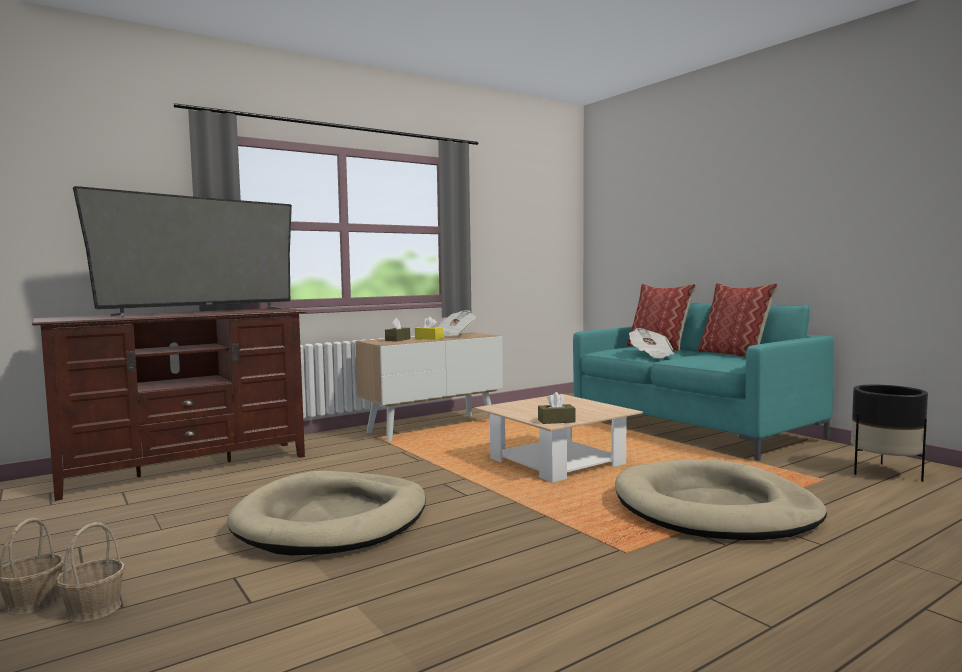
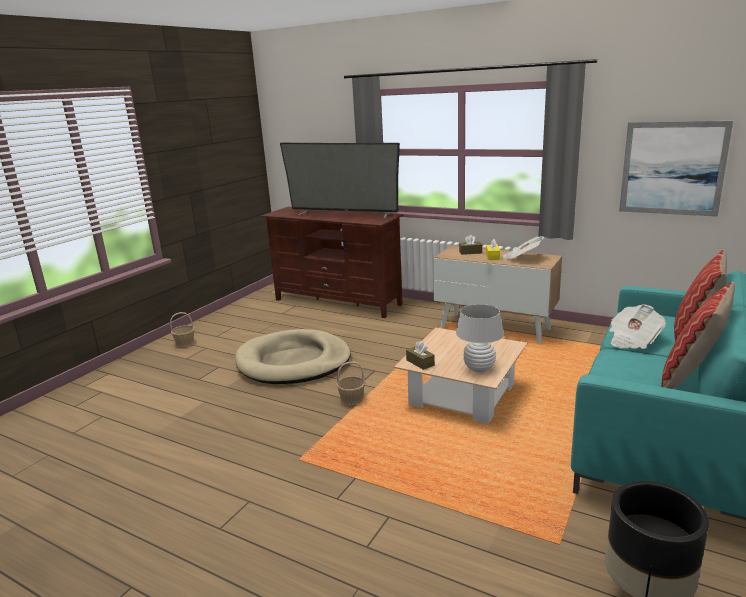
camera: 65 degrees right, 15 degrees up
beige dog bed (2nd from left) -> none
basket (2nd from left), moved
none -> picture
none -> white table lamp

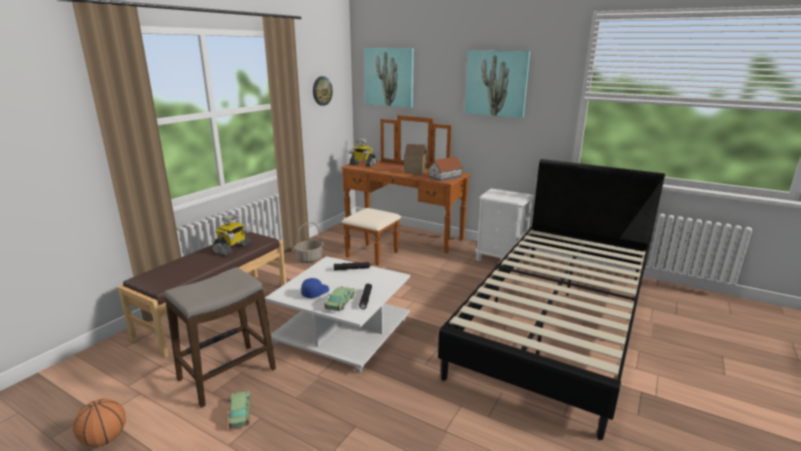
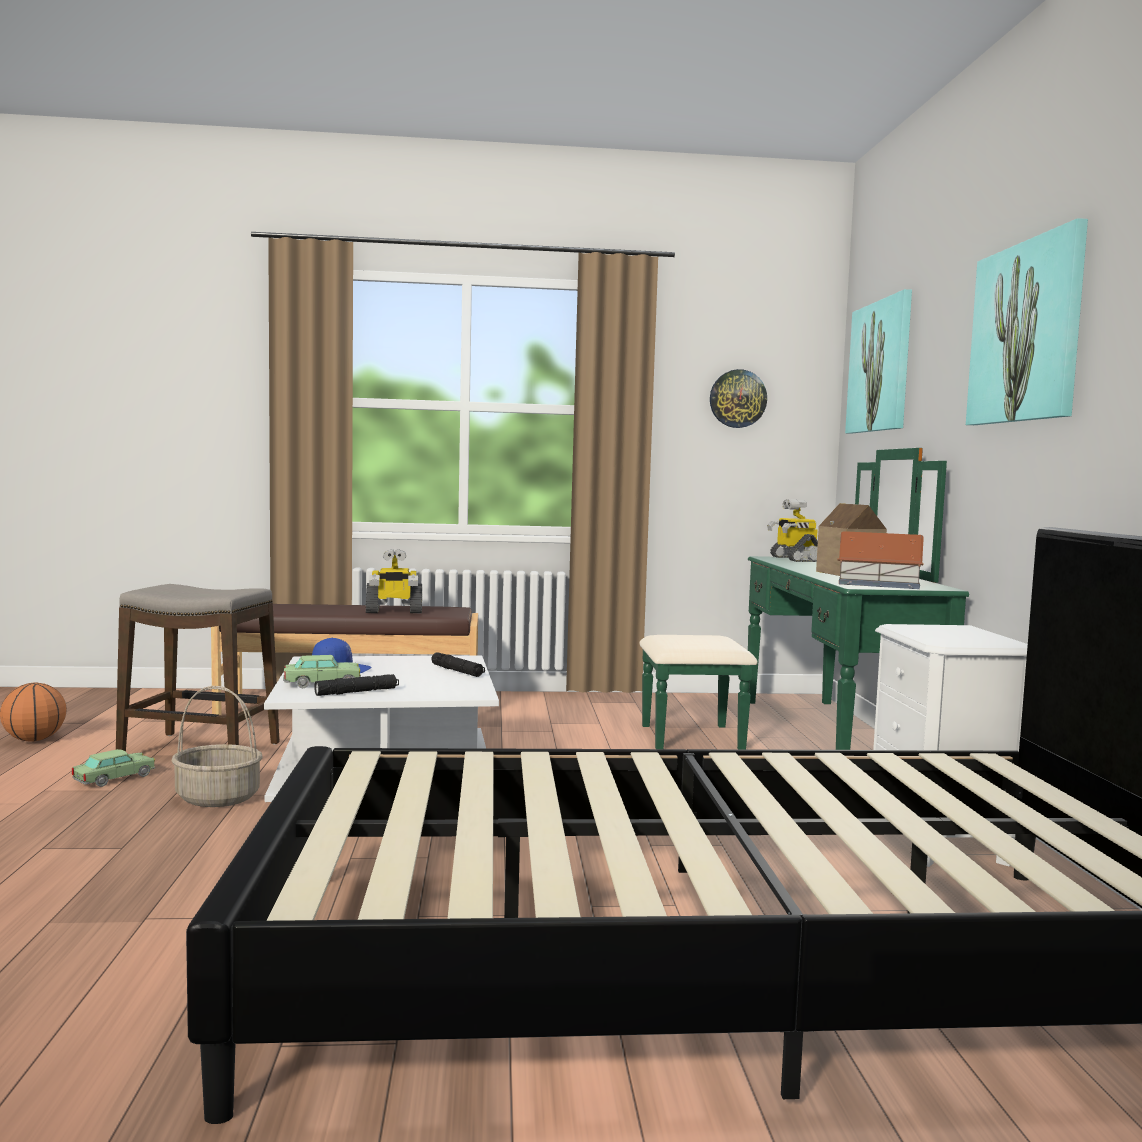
camera: 55 degrees right, 15 degrees down
brown dresser -> green dresser
basket, moved

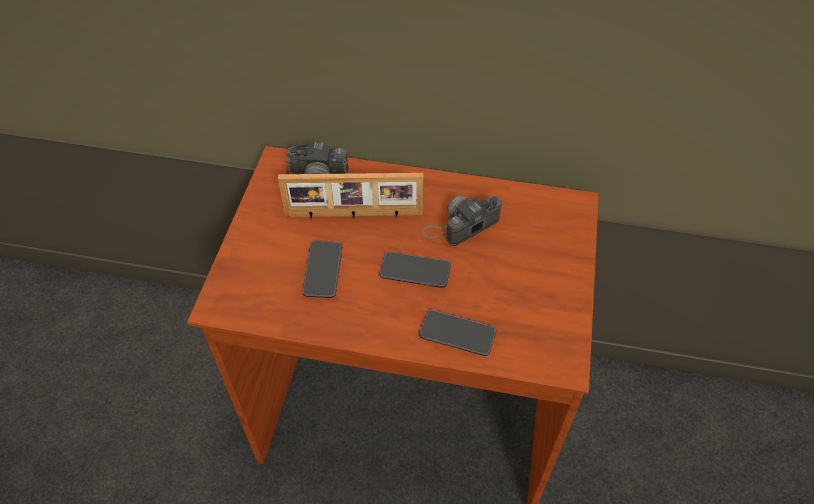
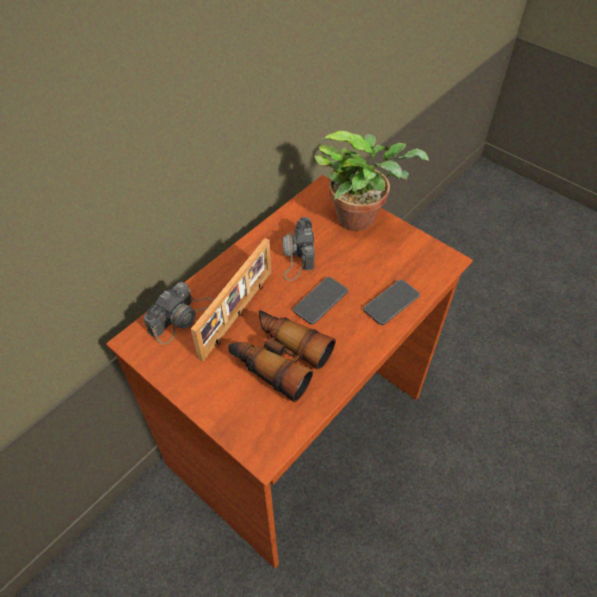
camera: 60 degrees left, 0 degrees up
phone (1st from left) -> binoculars
none -> potted plant

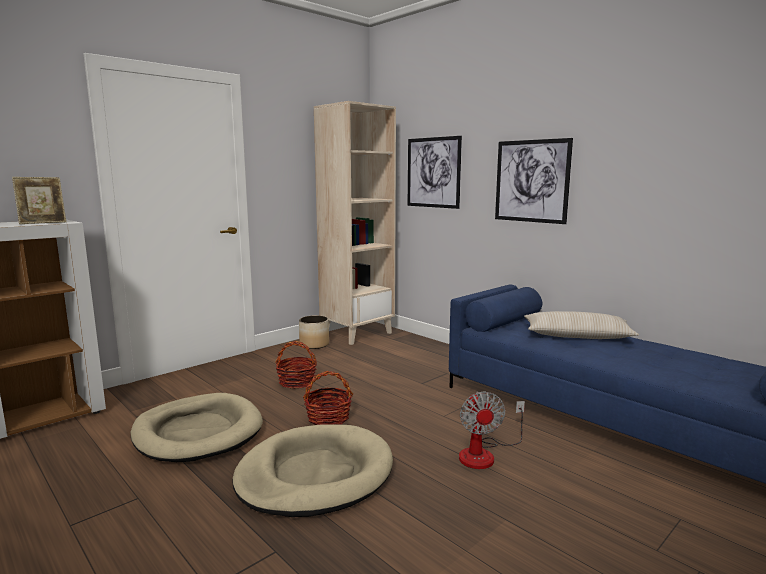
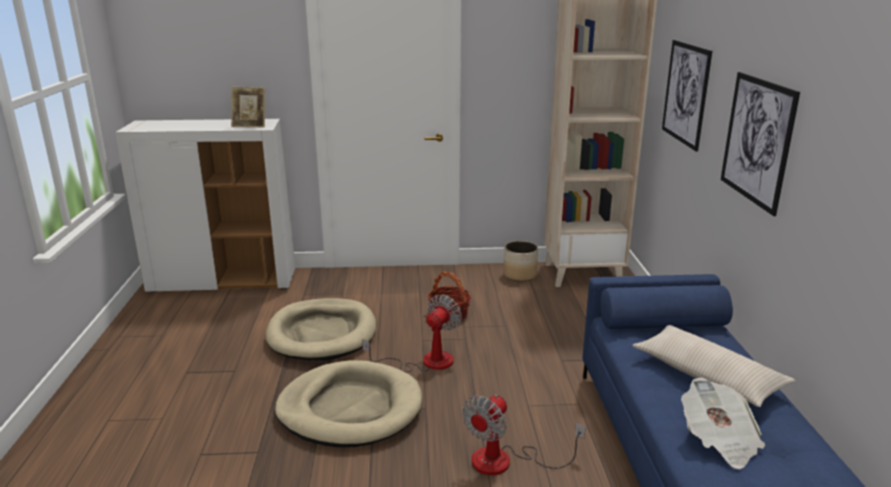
camera: 40 degrees right, 10 degrees up
basket (2nd from left) -> fan (1st from left)
none -> newspaper

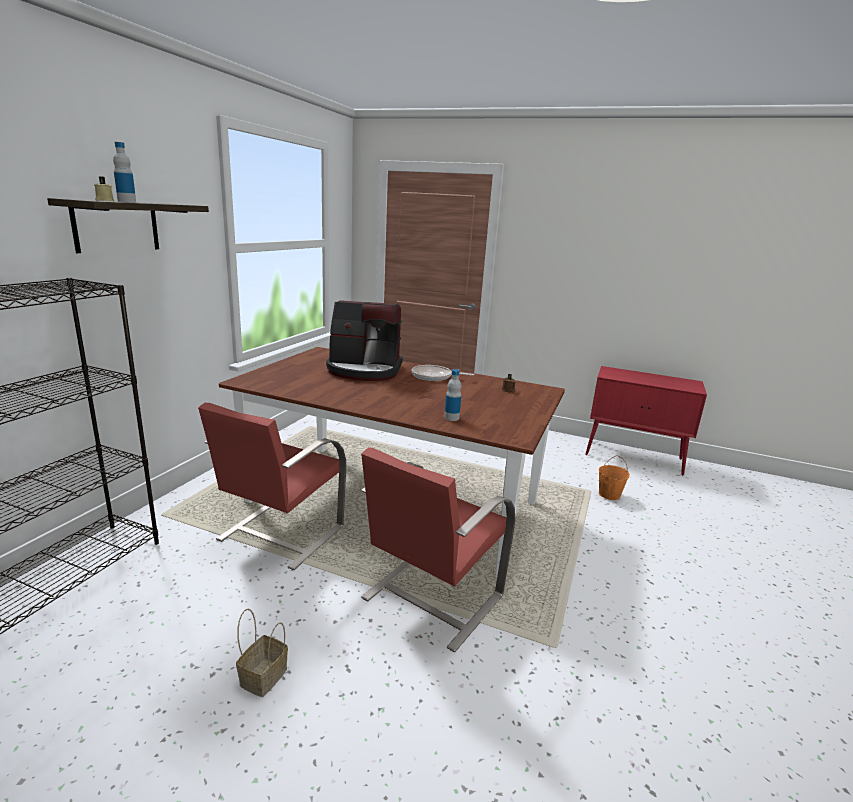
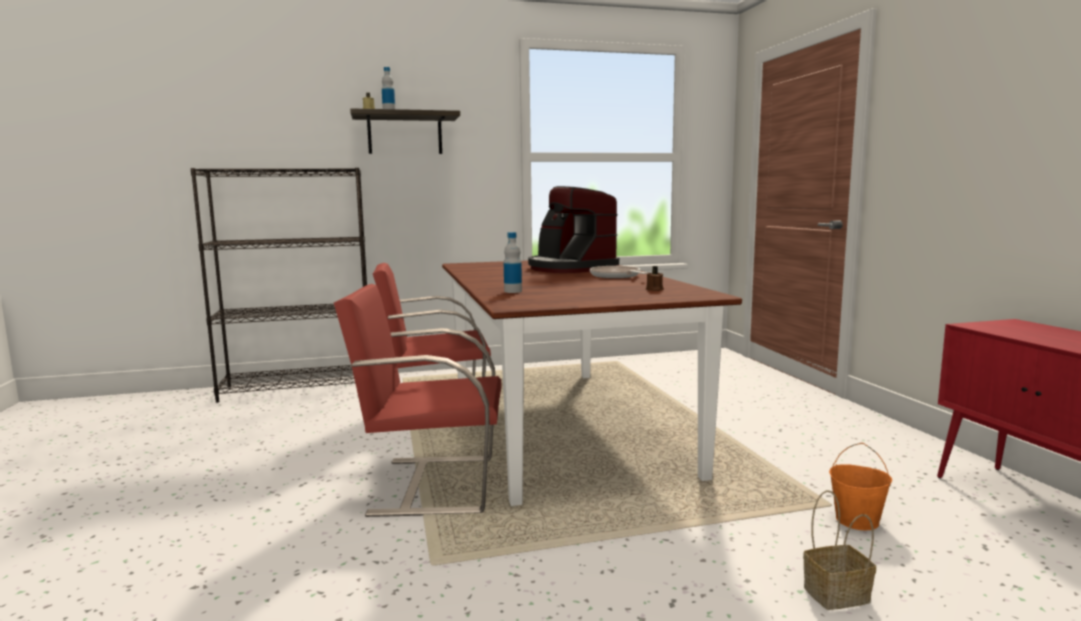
camera: 55 degrees right, 10 degrees down
basket, moved

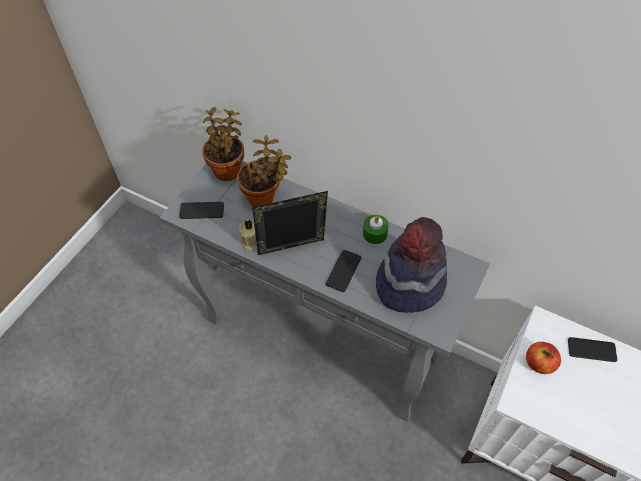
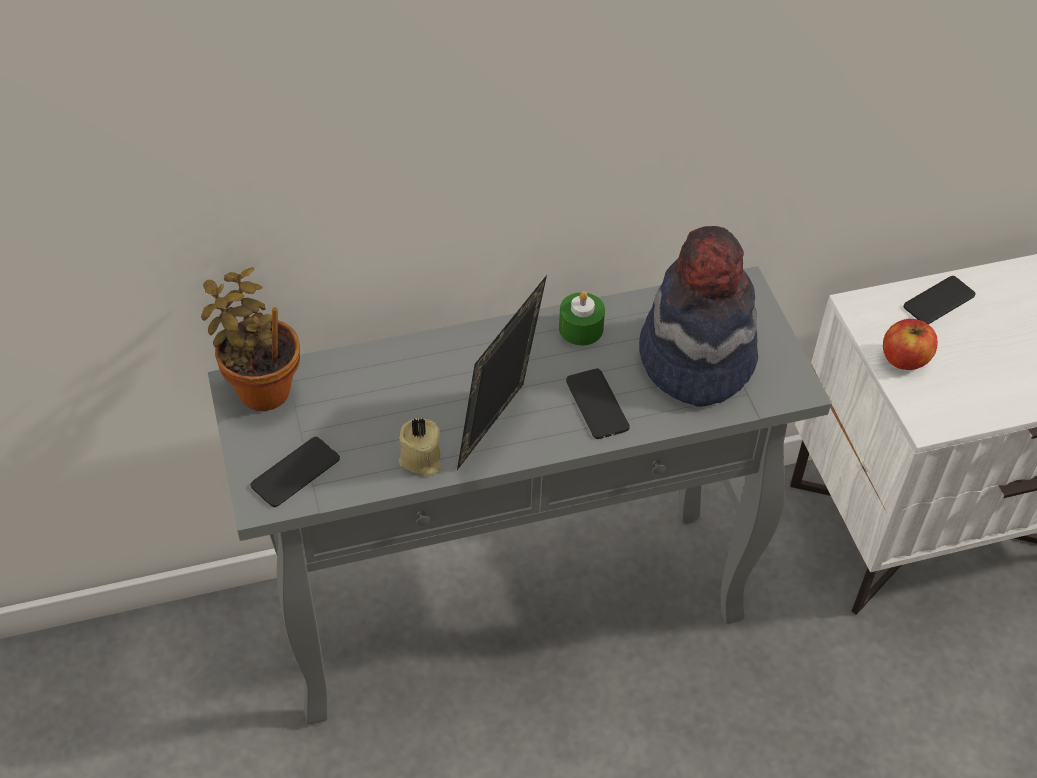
camera: 45 degrees left, 5 degrees down
potted plant (2nd from left) -> none

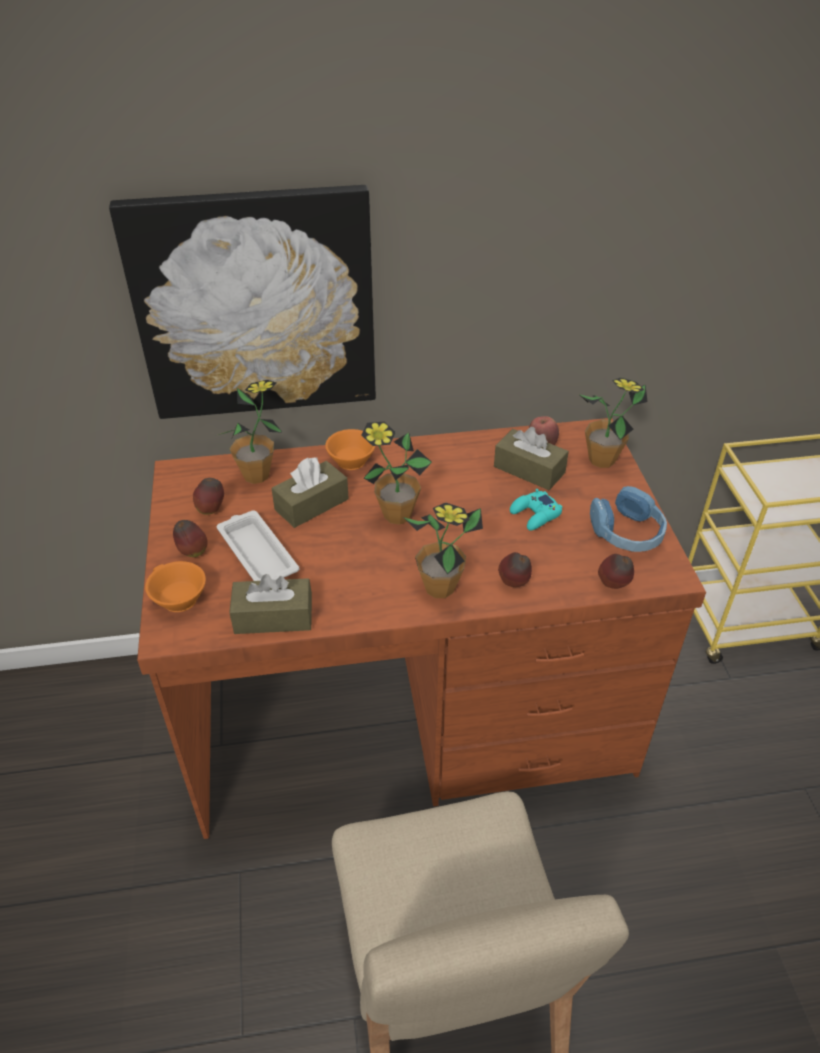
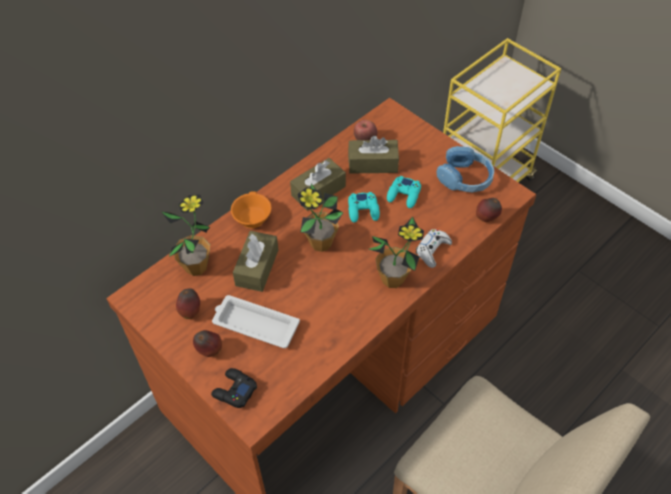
camera: 35 degrees left, 10 degrees up
picture -> none
potted plant (4th from left) -> none
apple (3rd from left) -> white game controller
orange cup (1st from left) -> black game controller
brown tissue box (1st from left in the first image) -> brown tissue box (2nd from left), moved
none -> turquoise game controller (1st from left)

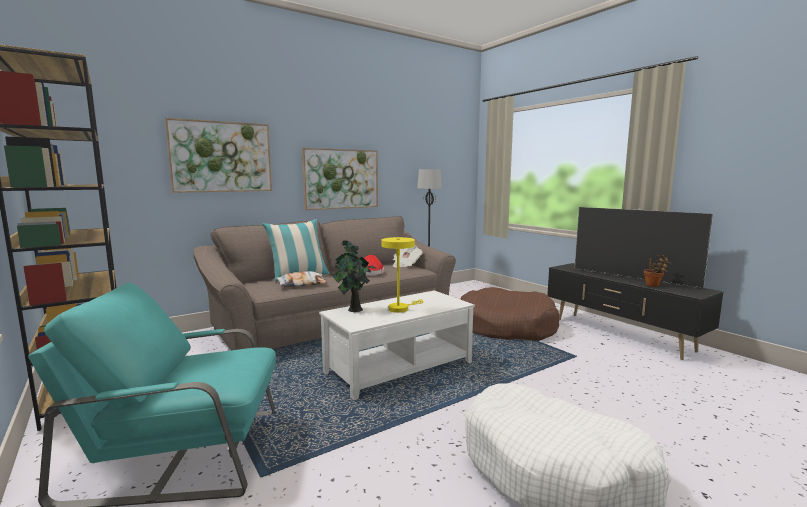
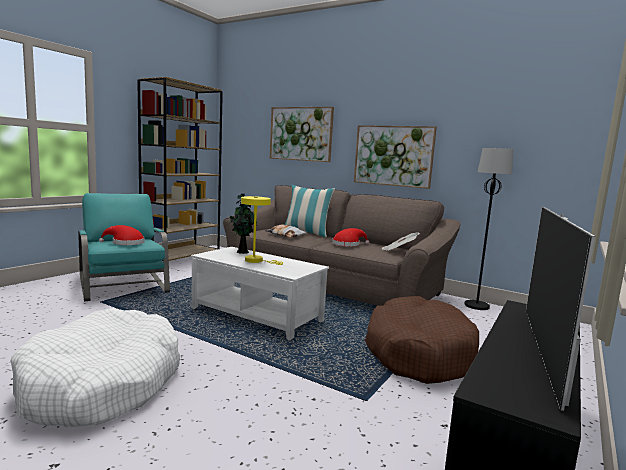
camera: 65 degrees right, 0 degrees up
potted plant (2nd from left) -> none
none -> red hat (1st from left)

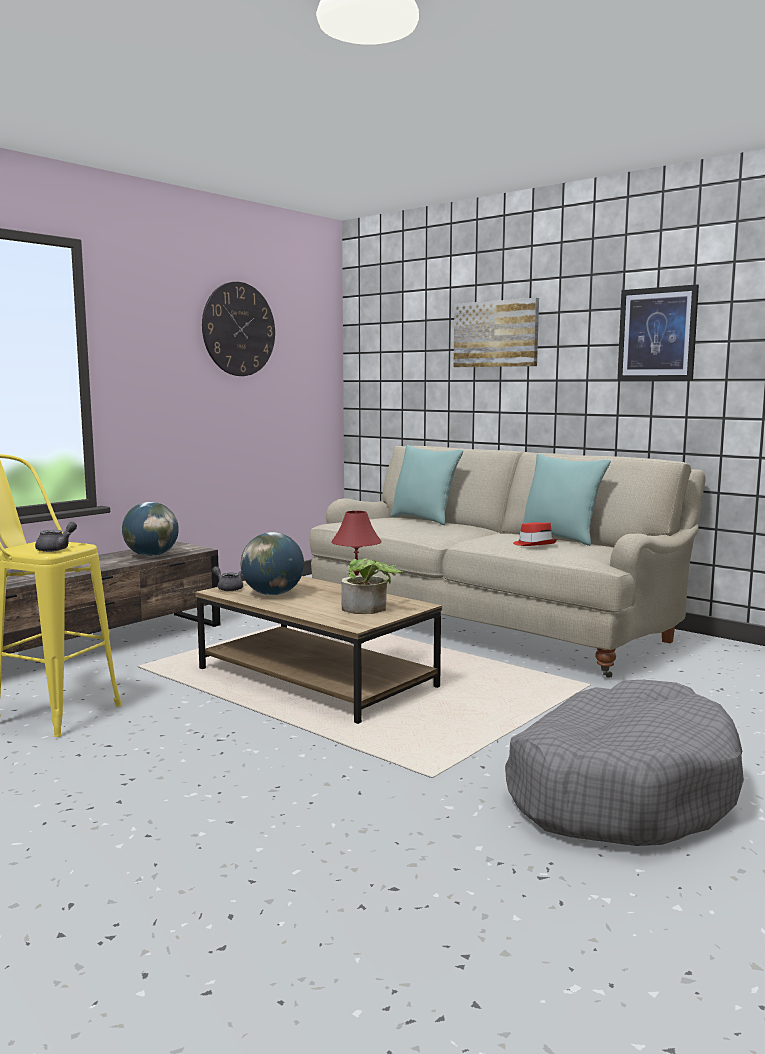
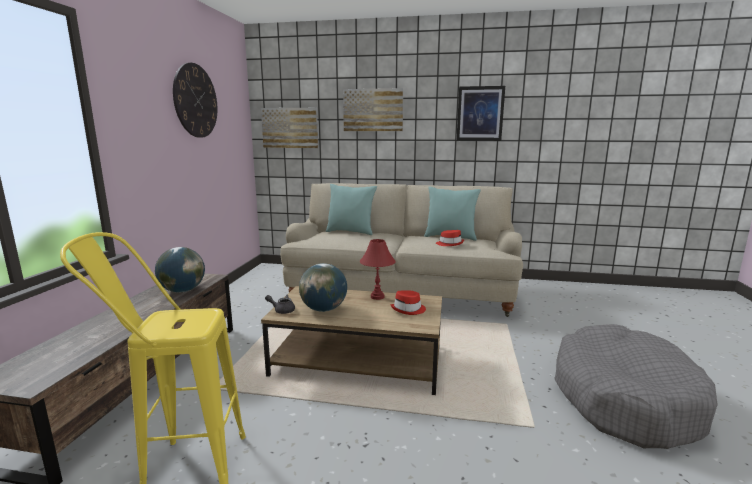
camera: 30 degrees left, 5 degrees up
grey teapot (1st from left) -> none
potted plant -> red hat (1st from left)
none -> picture (1st from left)

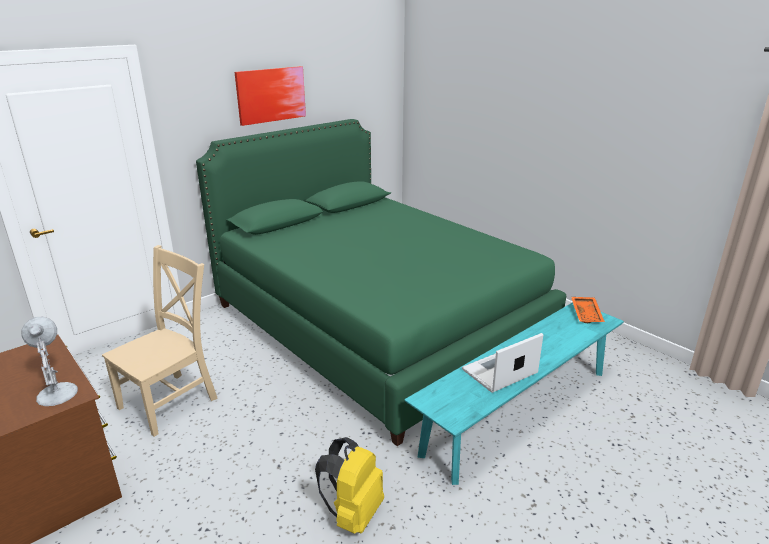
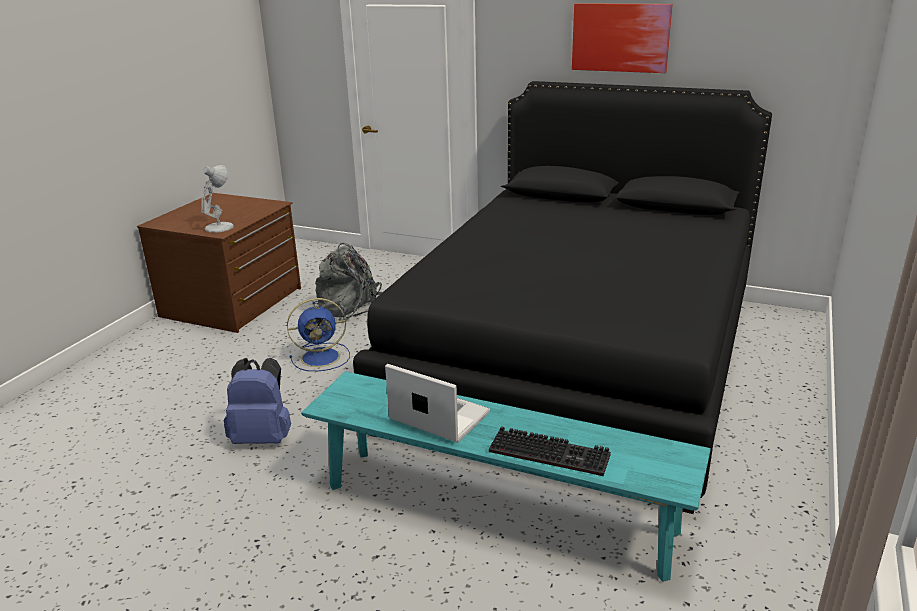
camera: 65 degrees right, 0 degrees up
green bed -> black bed
beige chair -> grey backpack
orange tray -> none
yellow backpack -> blue backpack
none -> blue fan
none -> keyboard

